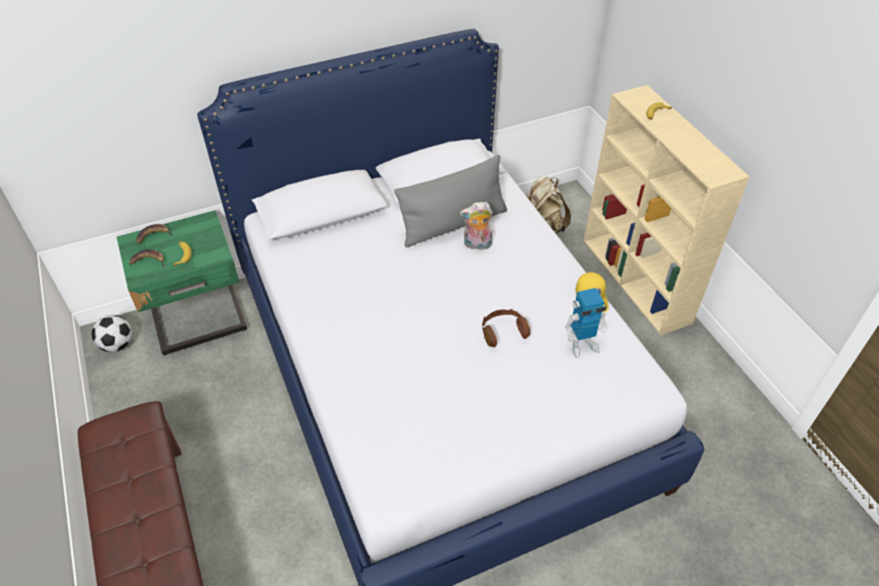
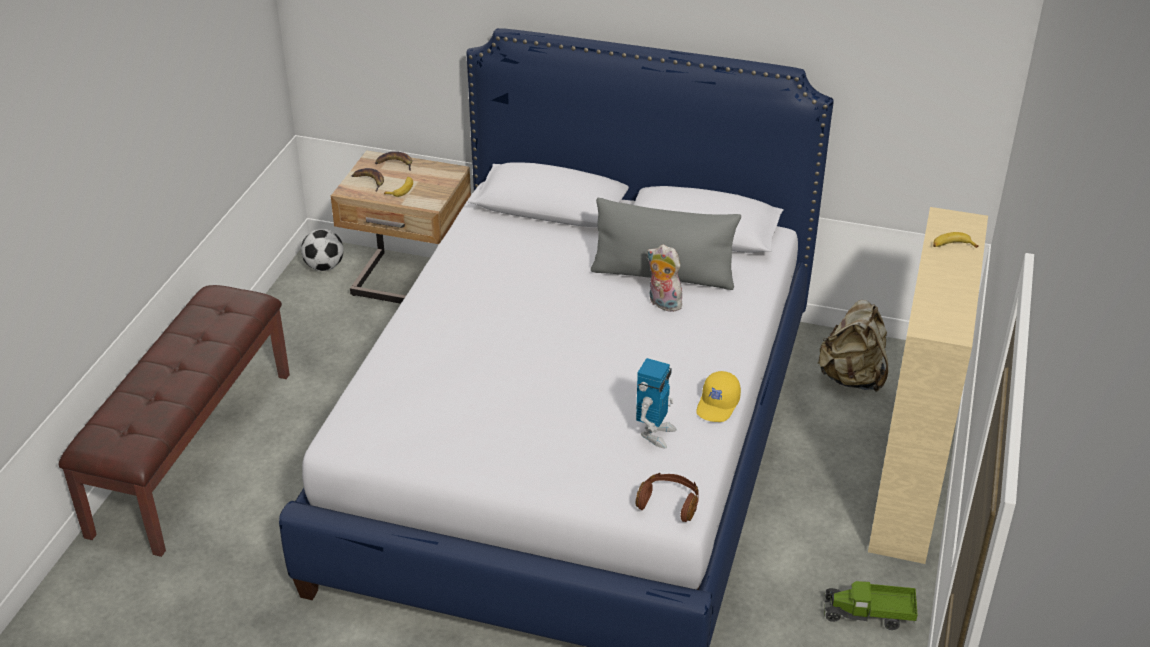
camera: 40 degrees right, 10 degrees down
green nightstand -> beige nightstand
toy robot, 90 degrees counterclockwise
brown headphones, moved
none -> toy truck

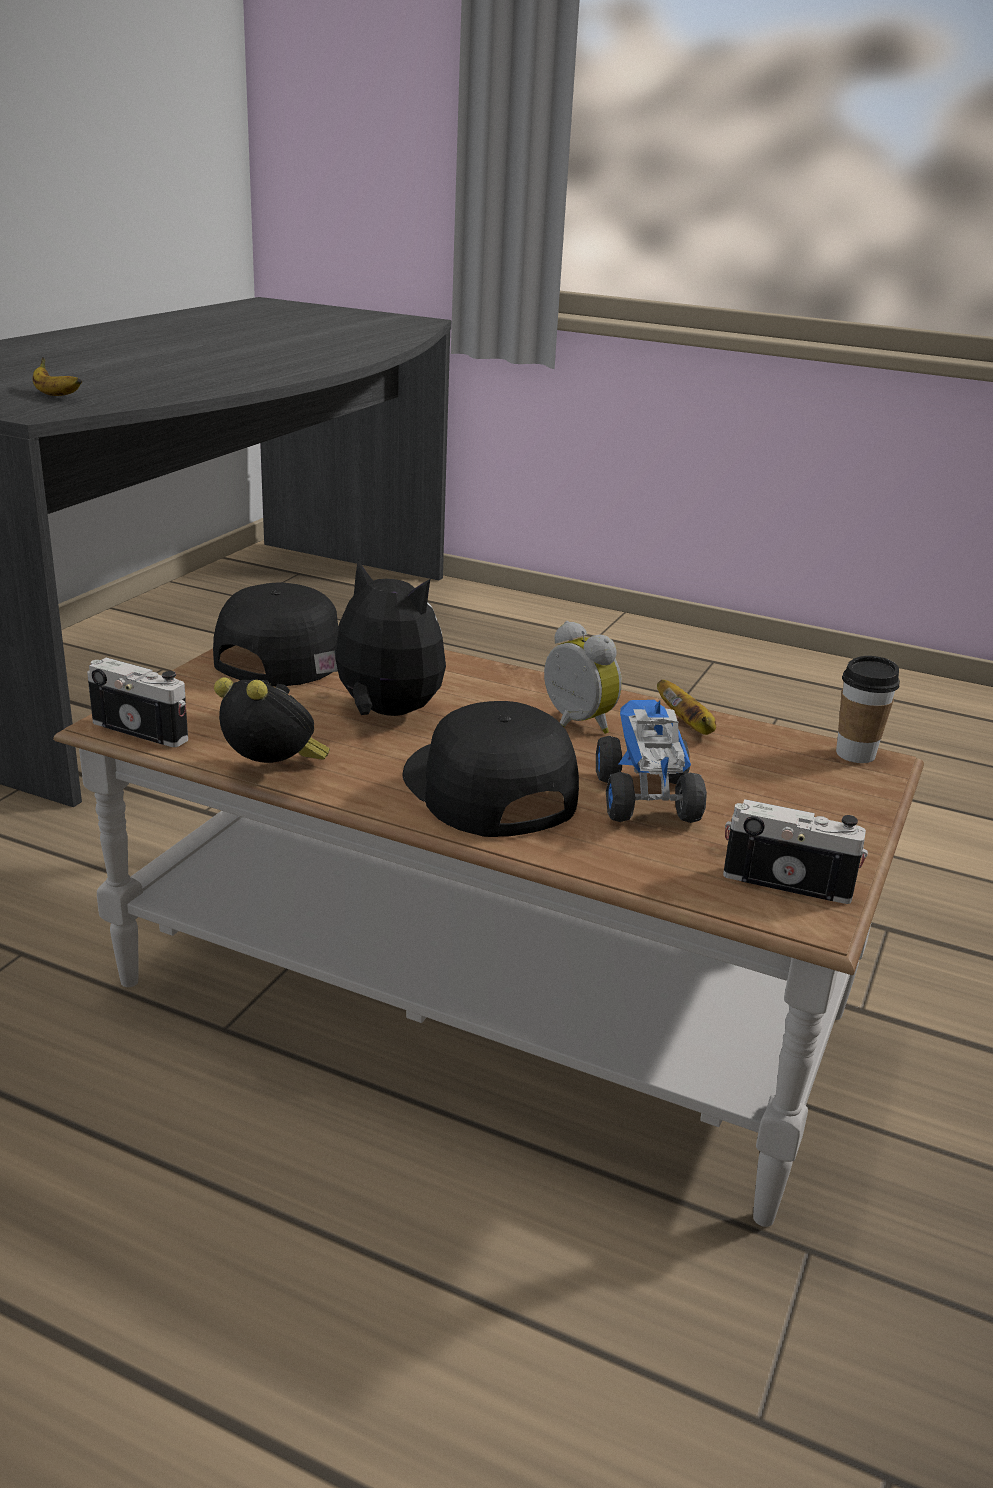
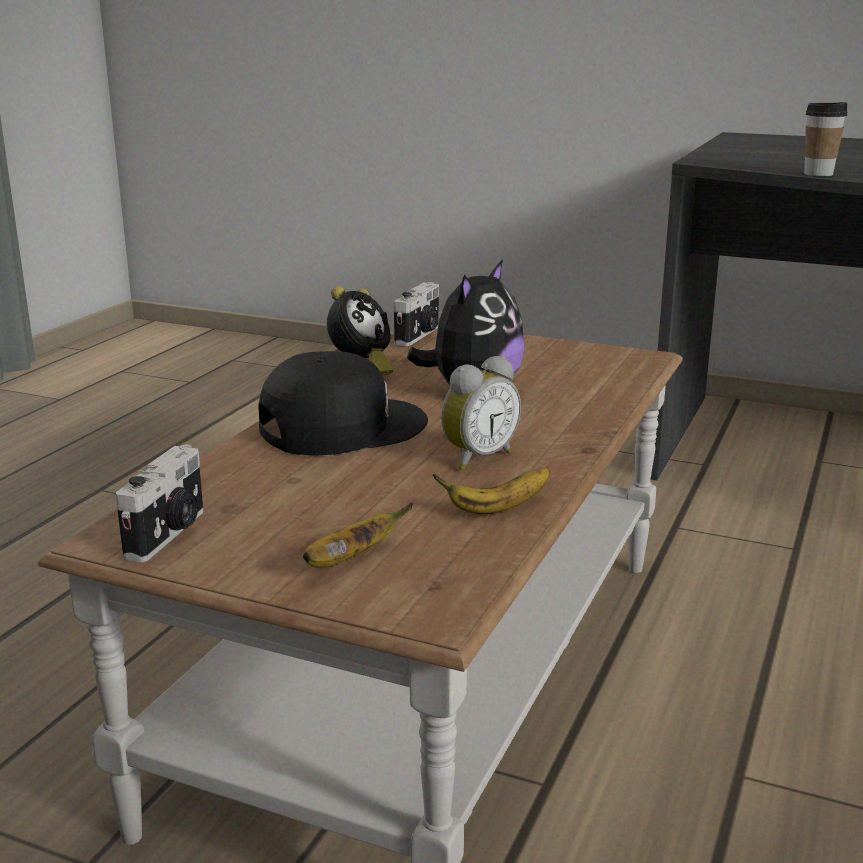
camera: 90 degrees right, 5 degrees down
banana (1st from left), moved
black cap (1st from left) -> none
cup, moved
toy truck -> none

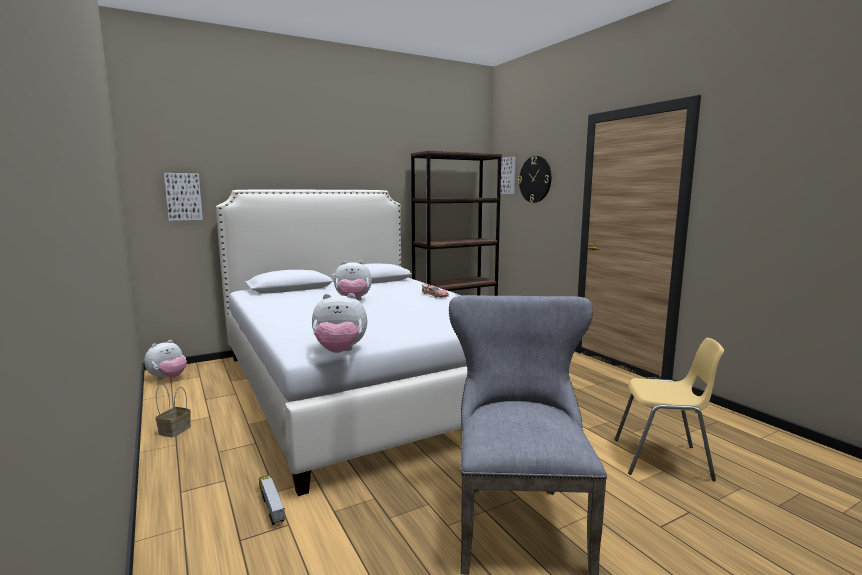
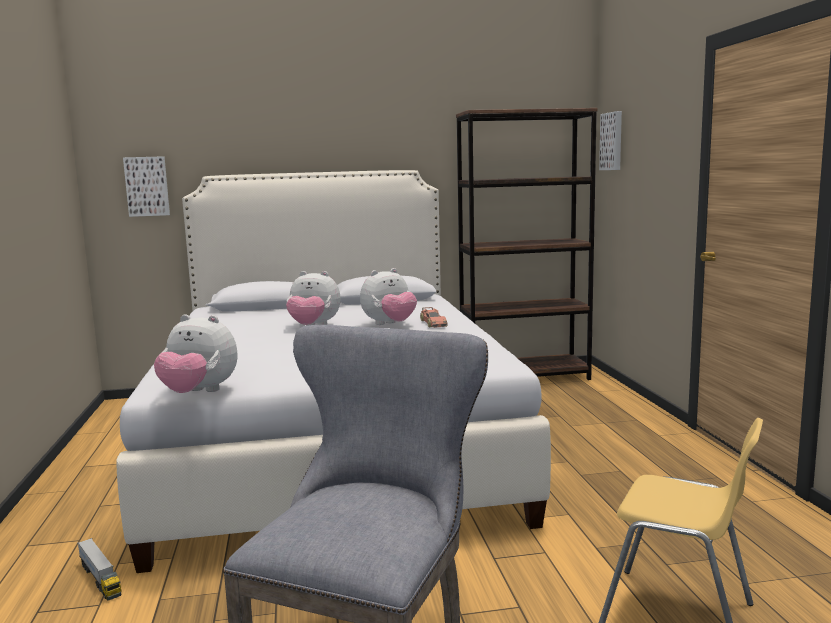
camera: 20 degrees right, 0 degrees up
wall clock -> none
plush toy (1st from left in the first image) -> plush toy (3rd from left), moved
basket -> none
toy truck, 150 degrees clockwise

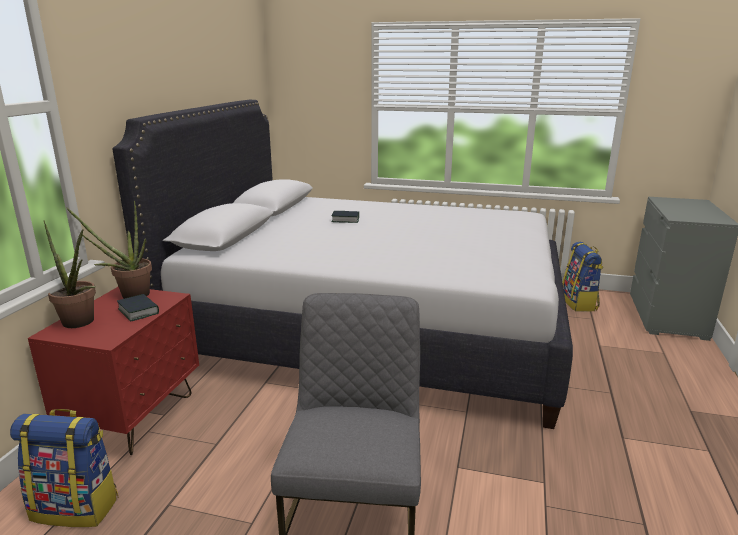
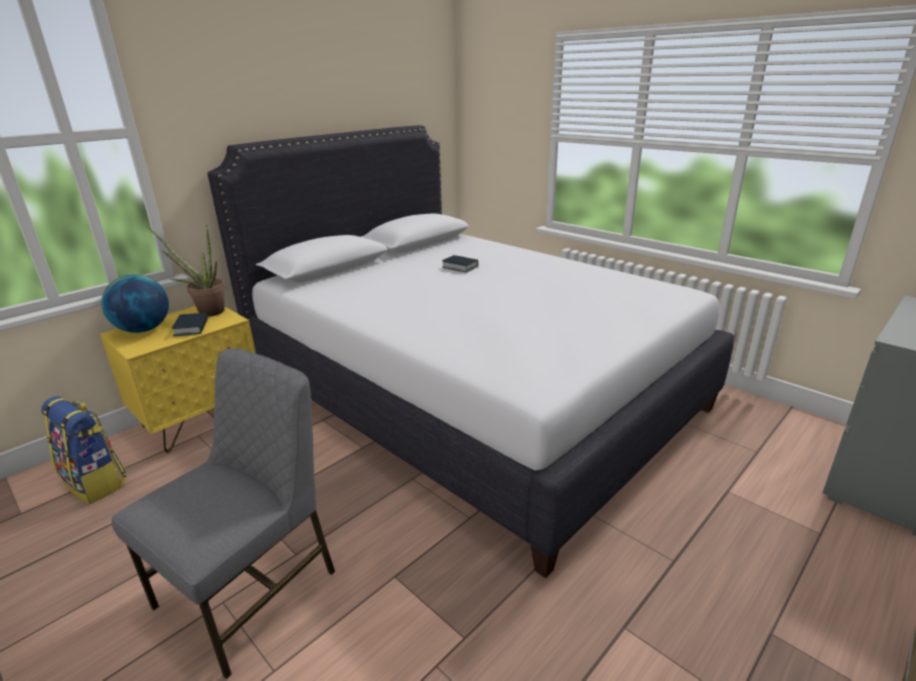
camera: 30 degrees right, 5 degrees up
potted plant (1st from left) -> globe
backpack (2nd from left) -> none
red nightstand -> yellow nightstand

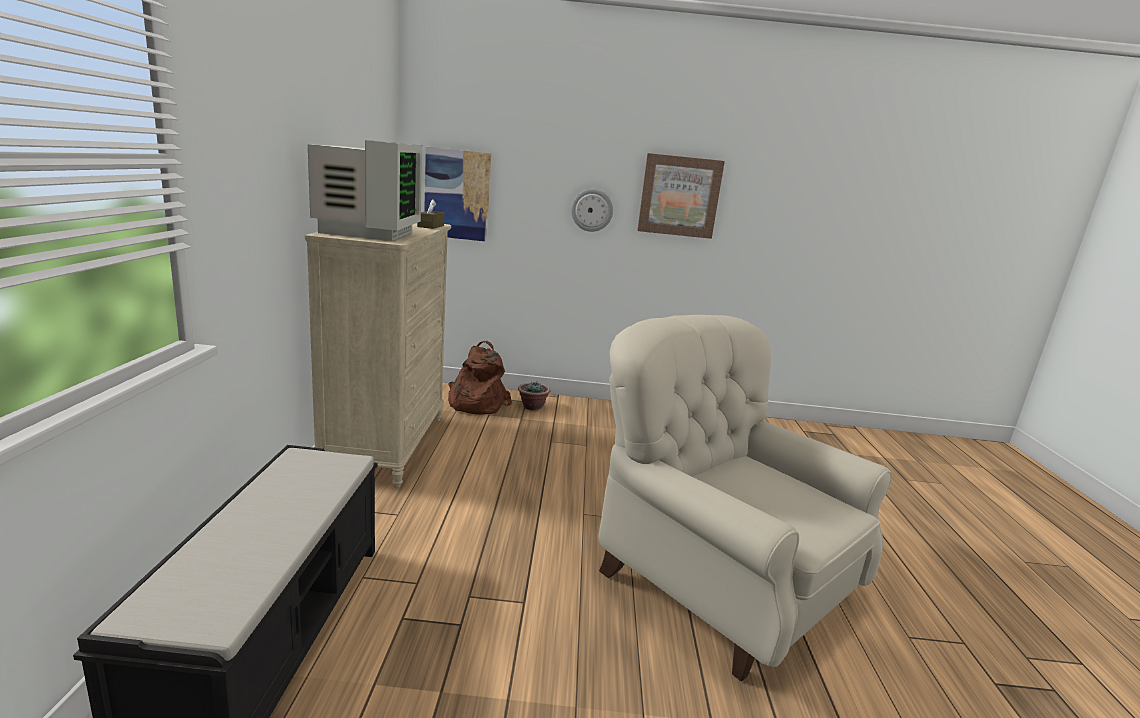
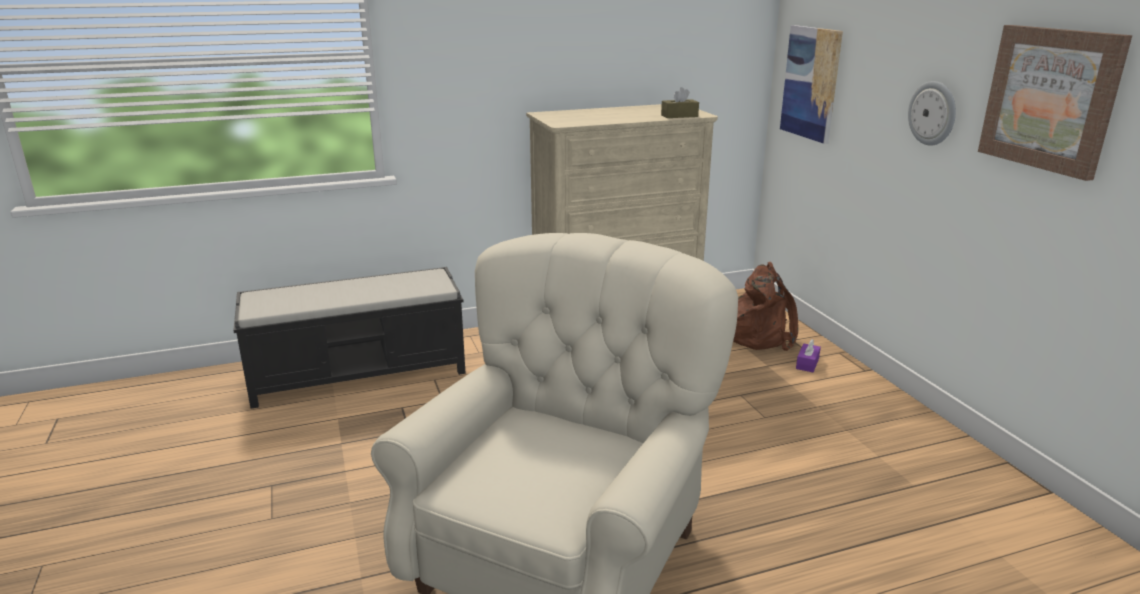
camera: 70 degrees right, 5 degrees up
monitor -> none
potted plant -> purple tissue box

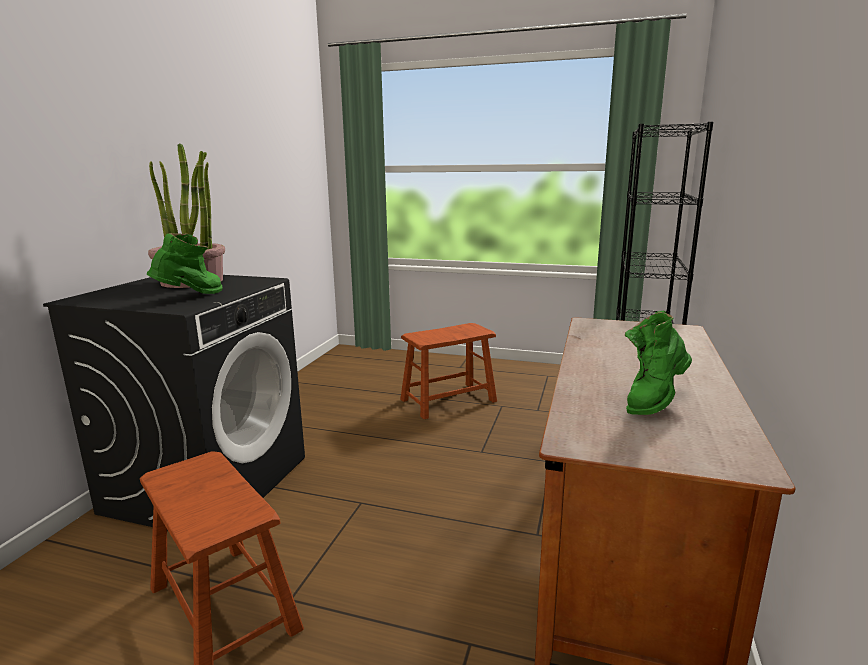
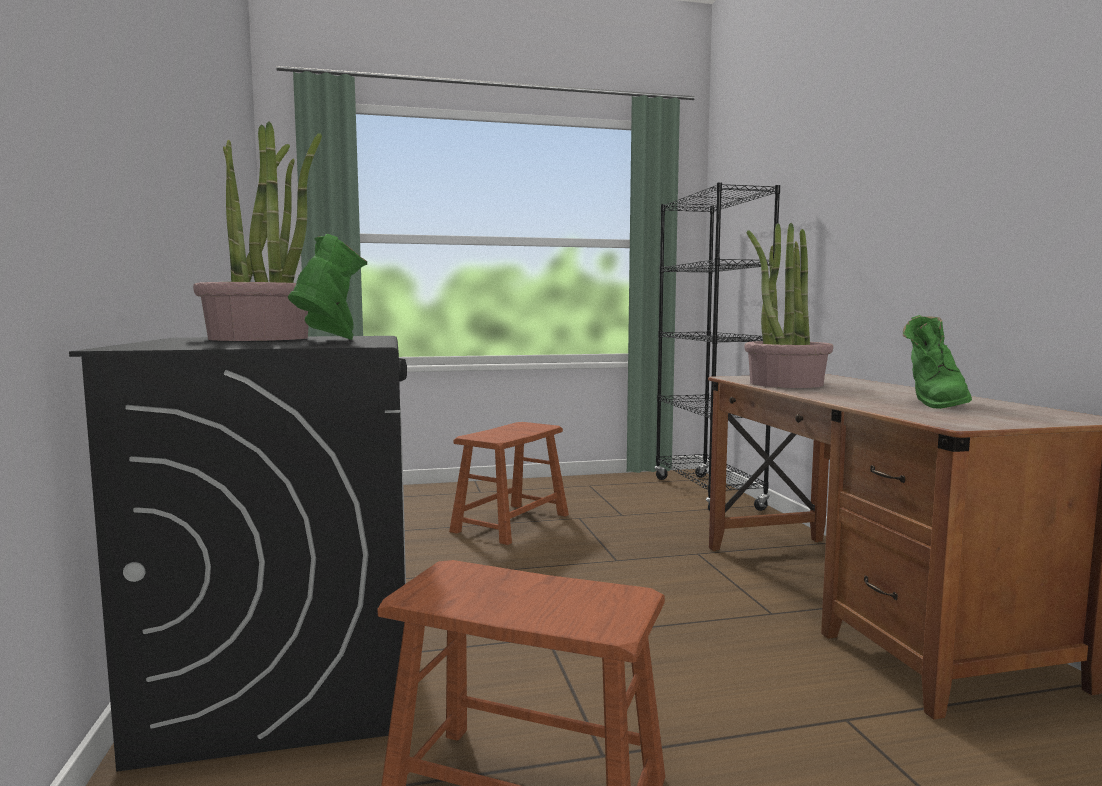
camera: 30 degrees left, 10 degrees down
none -> potted plant (2nd from left)

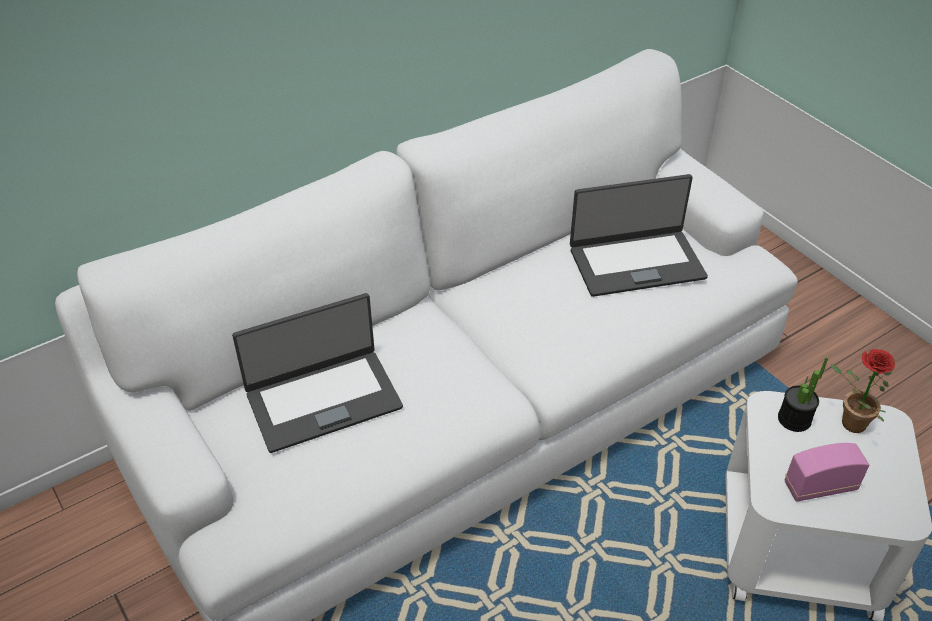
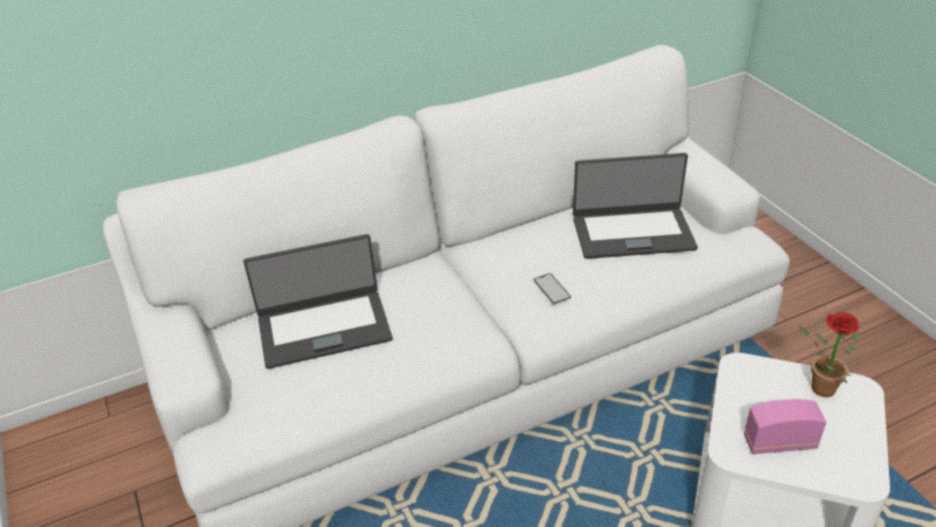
camera: 10 degrees right, 5 degrees down
potted plant (1st from left) -> none
none -> phone

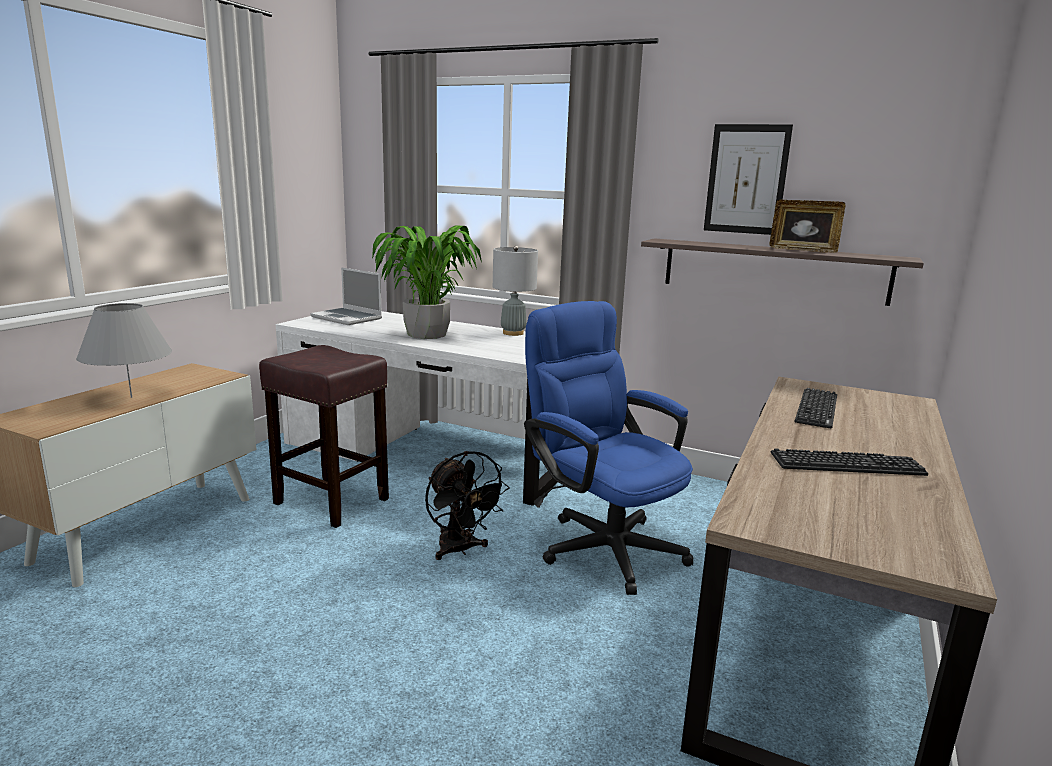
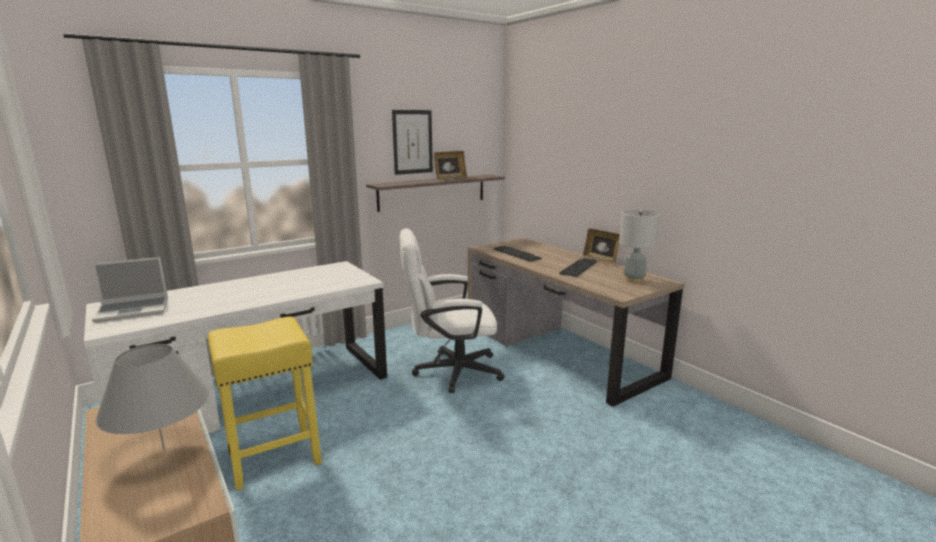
camera: 60 degrees left, 0 degrees up
potted plant -> none
grey table lamp (2nd from left), moved
blue office chair -> white office chair
brown stool -> yellow stool
black fan -> none
none -> picture frame (2nd from left)

